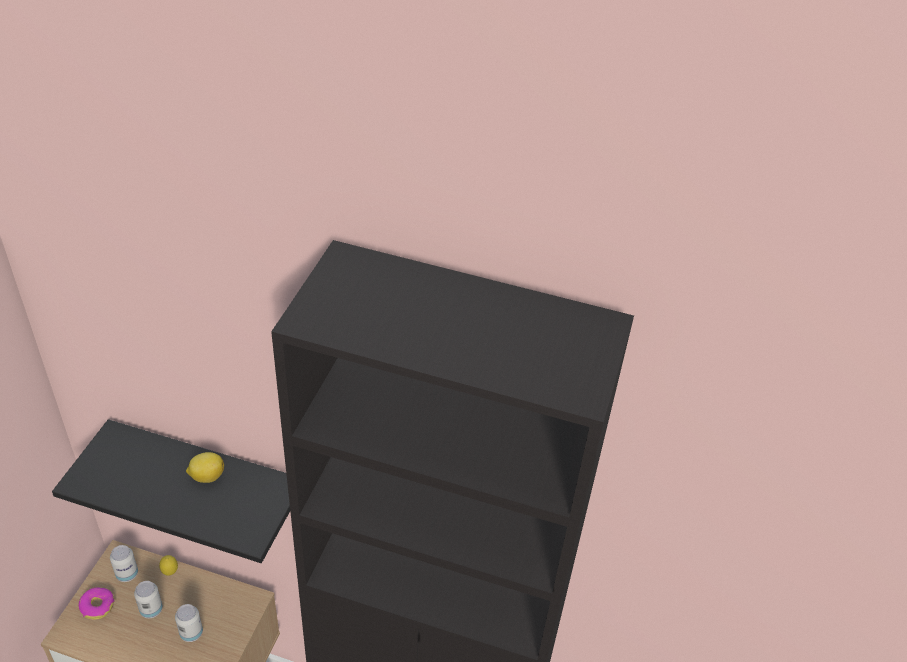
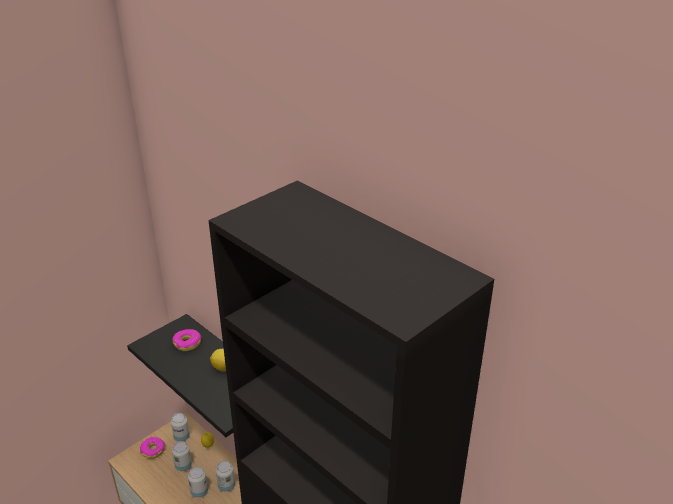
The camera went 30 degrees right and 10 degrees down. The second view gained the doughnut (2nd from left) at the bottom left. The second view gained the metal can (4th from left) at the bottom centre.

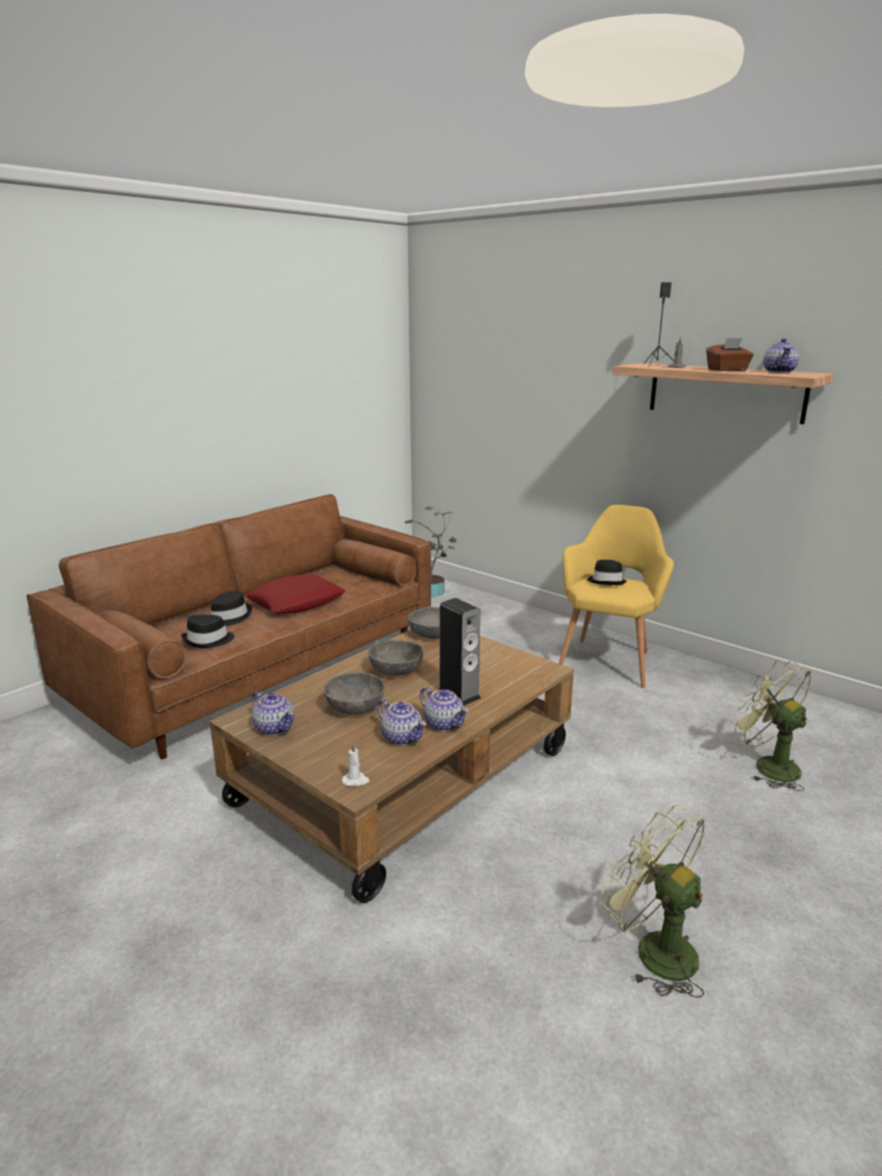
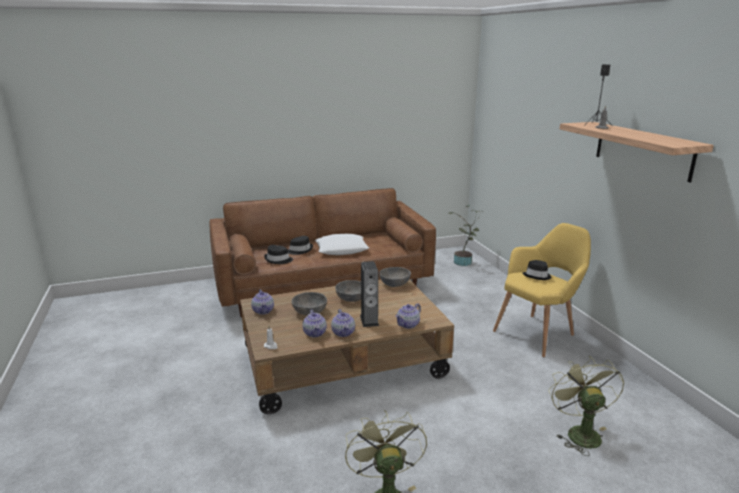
The camera went 30 degrees right and 0 degrees up. The second view lost the brownish box of tissues at the top right. The teapot (4th from left) ended up elsewhere, having gone from the top right to the centre. What was the red-coloured cushion at the centre turned into the white cushion at the centre.

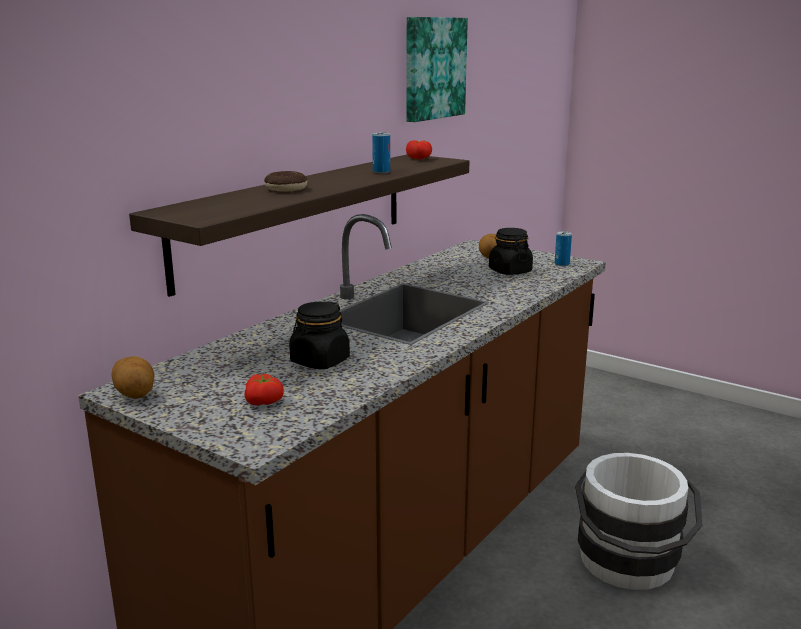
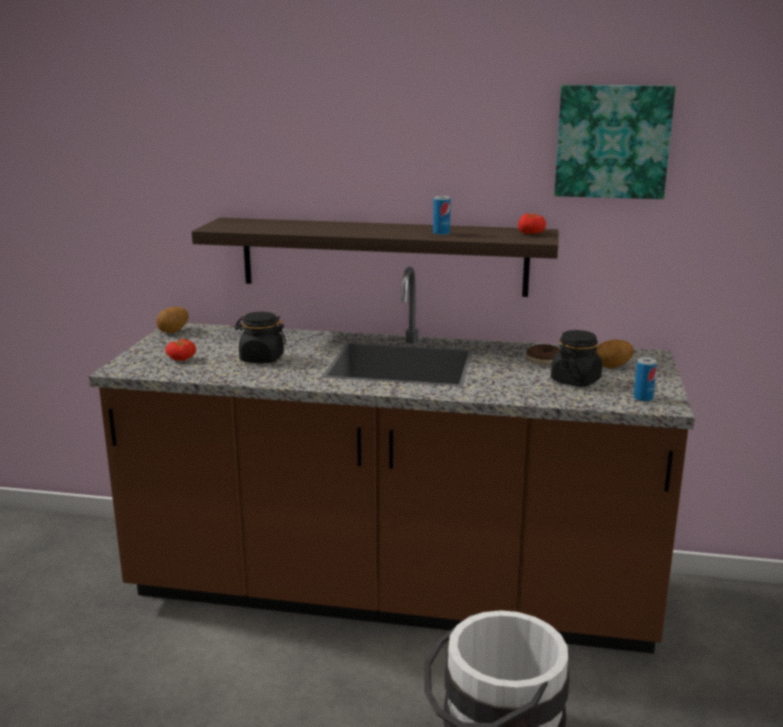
The camera went 65 degrees right and 0 degrees up. The doughnut ended up elsewhere, having gone from the top centre to the middle right.

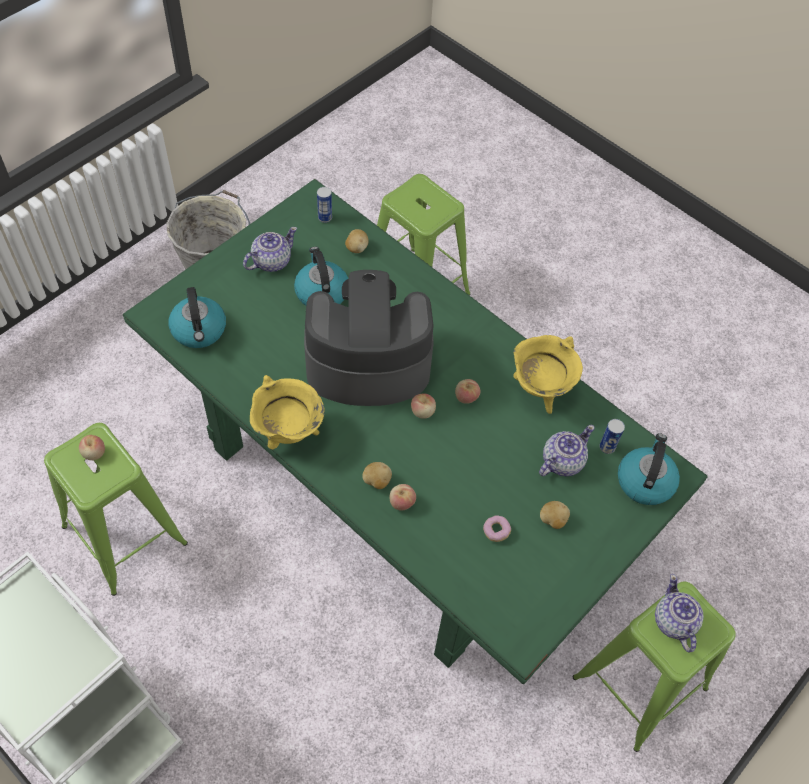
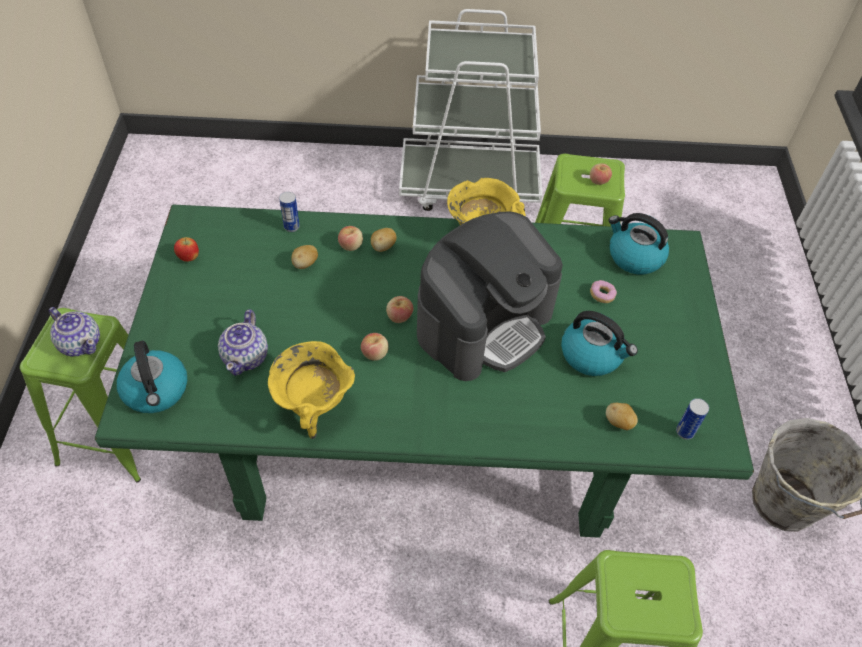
The camera went 140 degrees right and 5 degrees down. The second view lost the teapot (1st from left) at the top centre. The second view gained the apple (1st from left) at the middle left. The doughnut ended up elsewhere, having gone from the bottom centre to the middle right. The spud (3rd from left in the first image) ended up elsewhere, having gone from the middle right to the centre. The metal can (2nd from left in the first image) ended up elsewhere, having gone from the middle right to the top centre.

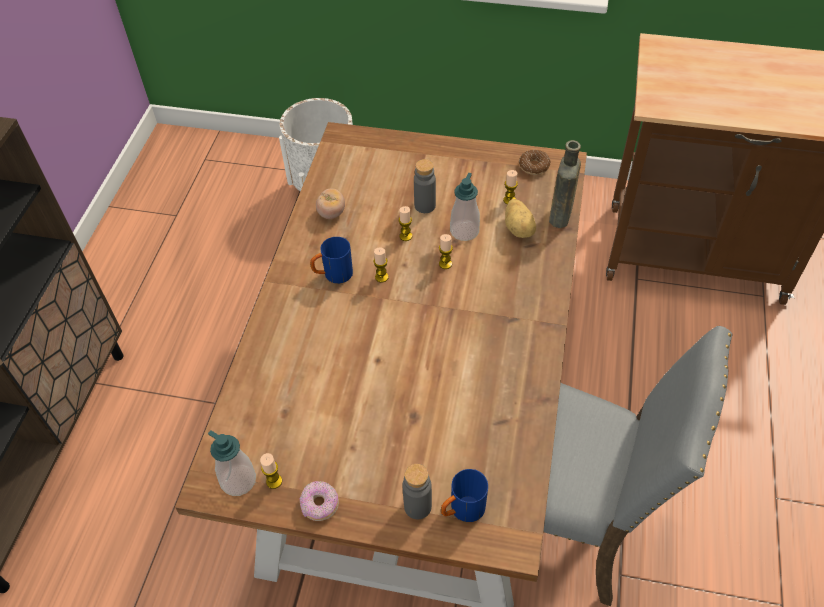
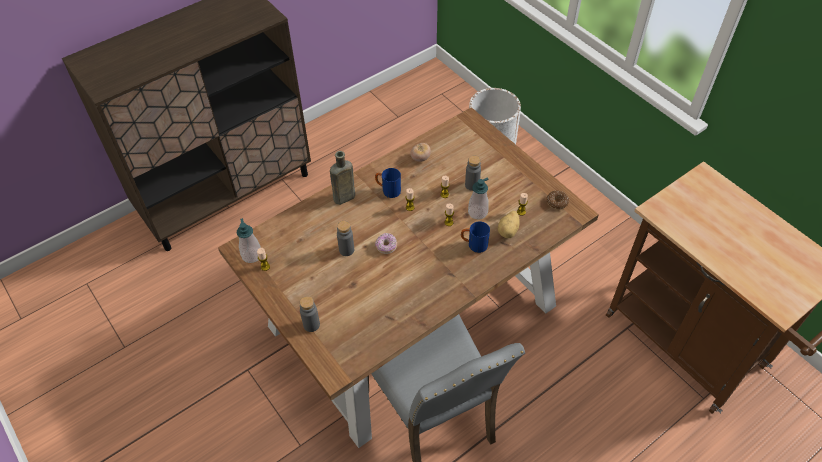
The camera went 40 degrees right and 0 degrees up. The second view gained the gray beverage bottle (2nd from left) at the centre. The doughnut (1st from left) ended up elsewhere, having gone from the bottom centre to the centre. The blue-coloured mug (2nd from left) ended up elsewhere, having gone from the bottom centre to the centre. The brownish beverage bottle ended up elsewhere, having gone from the top right to the centre.

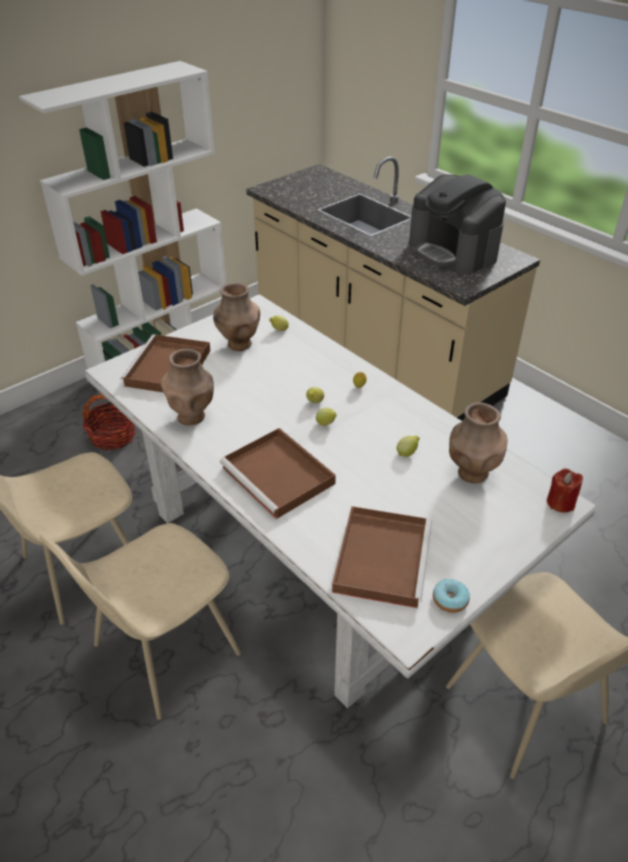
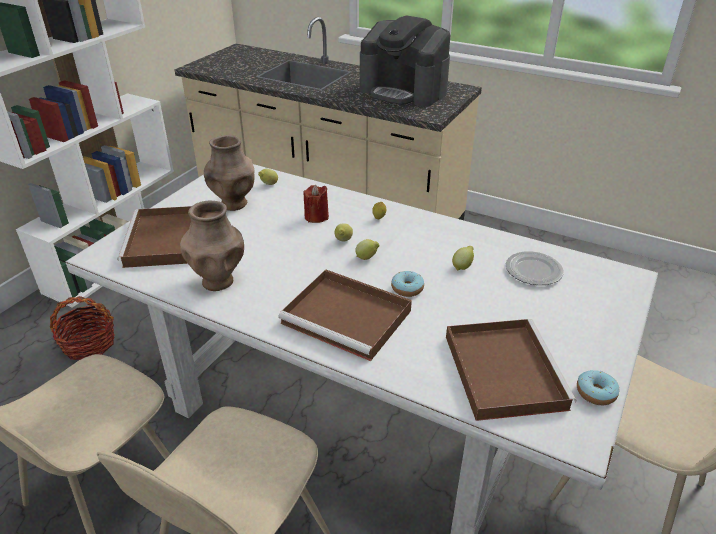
The camera went 20 degrees left and 5 degrees down. The second view gained the doughnut (1st from left) at the centre. The red-coloured wax light ended up elsewhere, having gone from the middle right to the centre. Where the brownish vase (3rd from left) stood at the middle right, the dinner plate came to stand at the middle right.

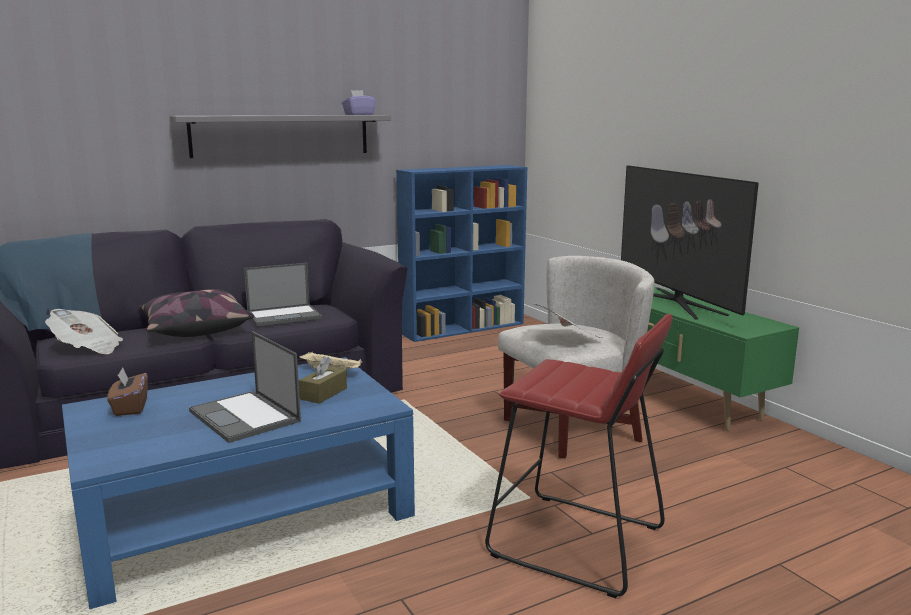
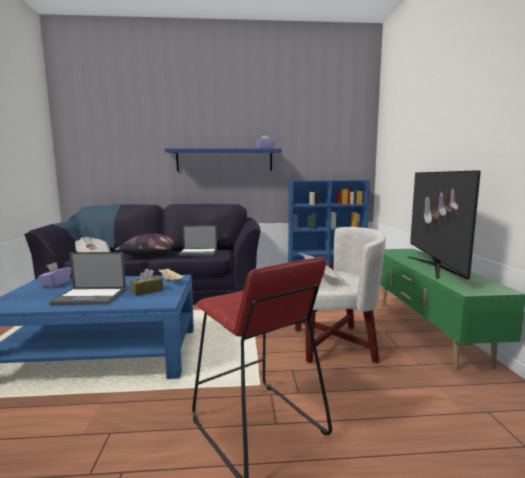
The camera went 25 degrees right and 5 degrees down. What was the brownish box of tissues (1st from left) at the middle left turned into the purple-coloured box of tissues (1st from left) at the middle left. What was the gray wall shelf at the top left turned into the blue-coloured wall shelf at the centre. The portable computer (1st from left) at the middle left ended up facing another way, 75 degrees counterclockwise from before.

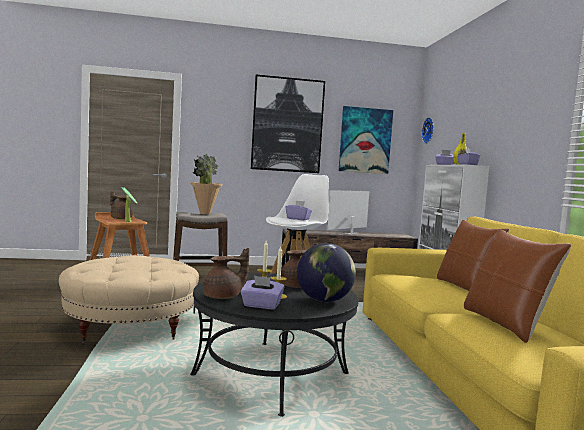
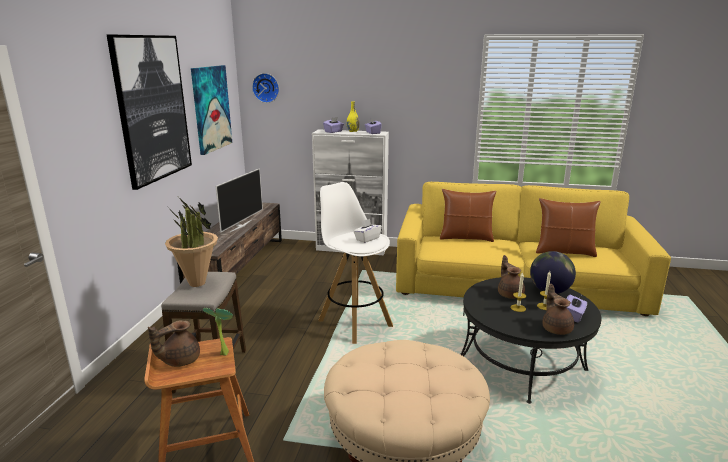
The camera went 70 degrees left and 15 degrees up. What was the purple-coloured box of tissues (2nd from left) at the centre turned into the white box of tissues at the centre. The TV set at the centre ended up facing another way, 135 degrees counterclockwise from before.

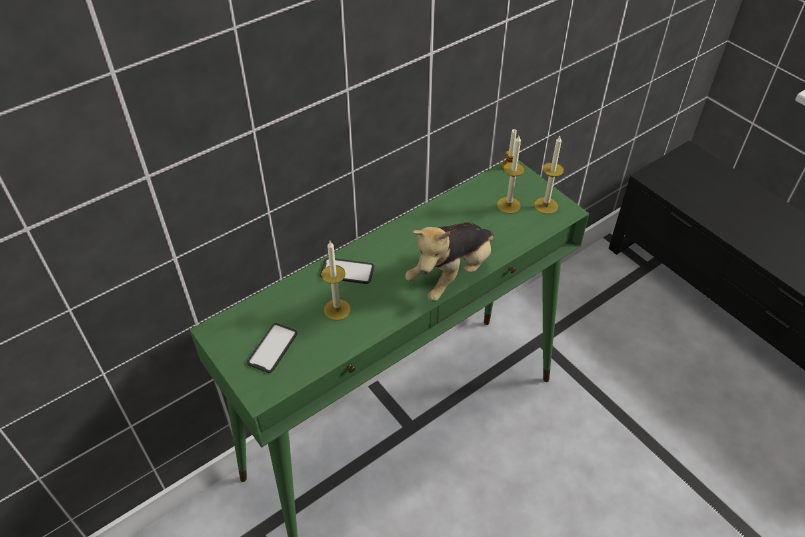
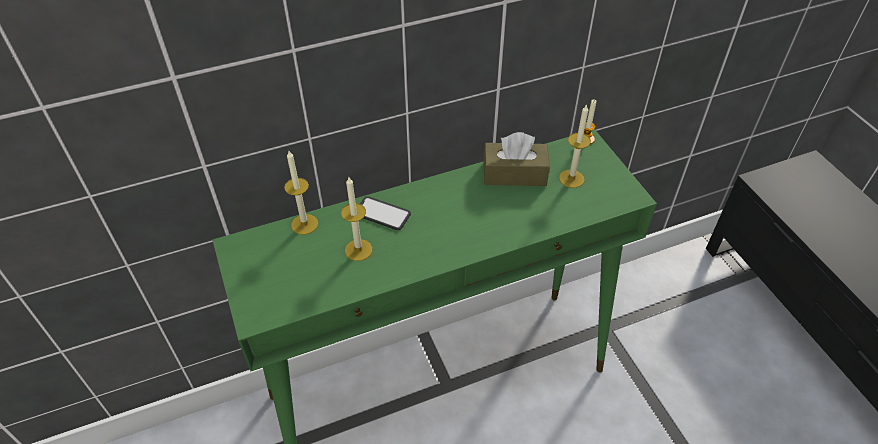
The camera went 15 degrees right and 0 degrees up. The second view lost the handset (1st from left) at the centre. The second view lost the cuddly toy at the centre. The second view gained the brownish box of tissues at the centre. The wax light (4th from left in the first image) ended up elsewhere, having gone from the top right to the centre.

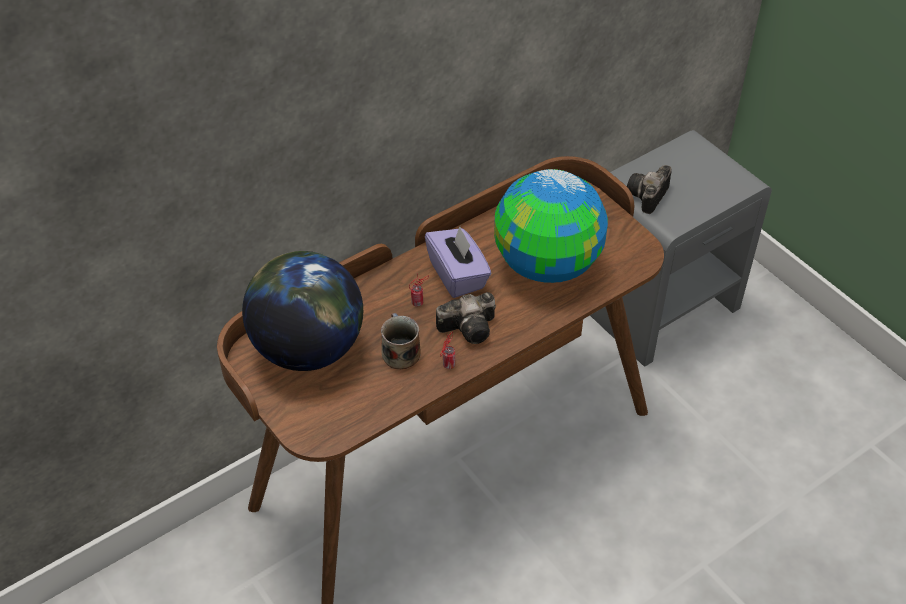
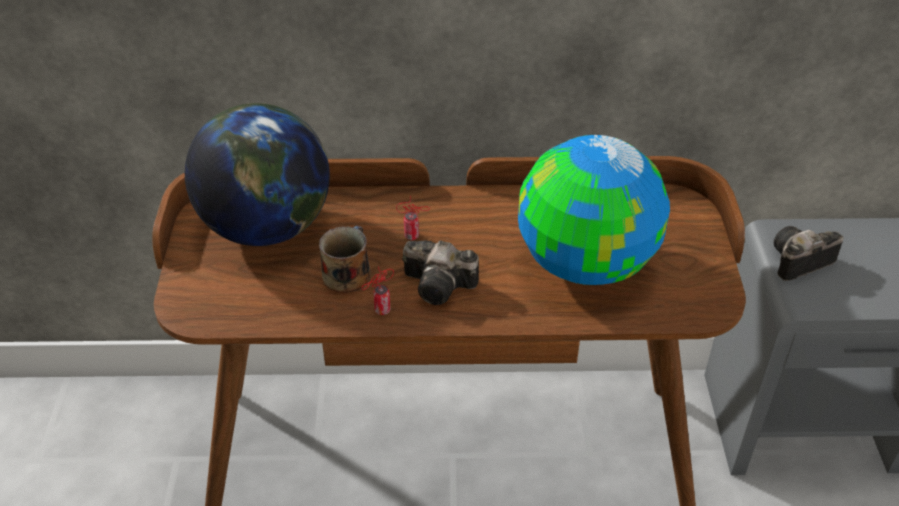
The camera went 35 degrees right and 5 degrees down. The second view lost the purple-coloured box of tissues at the centre.

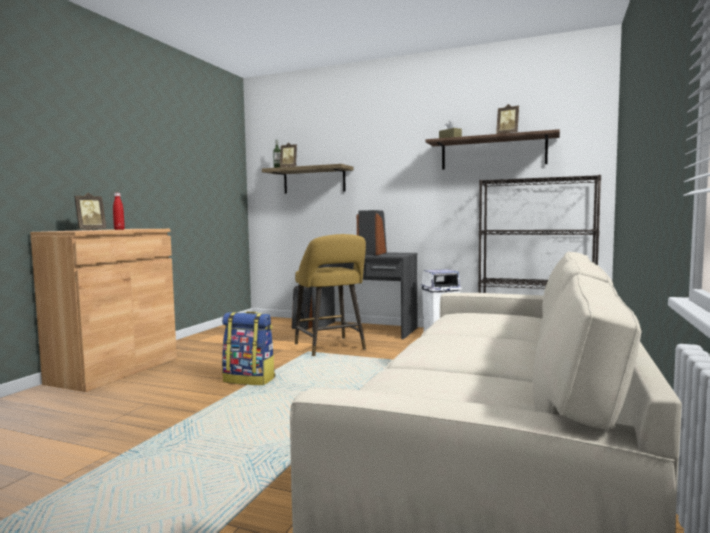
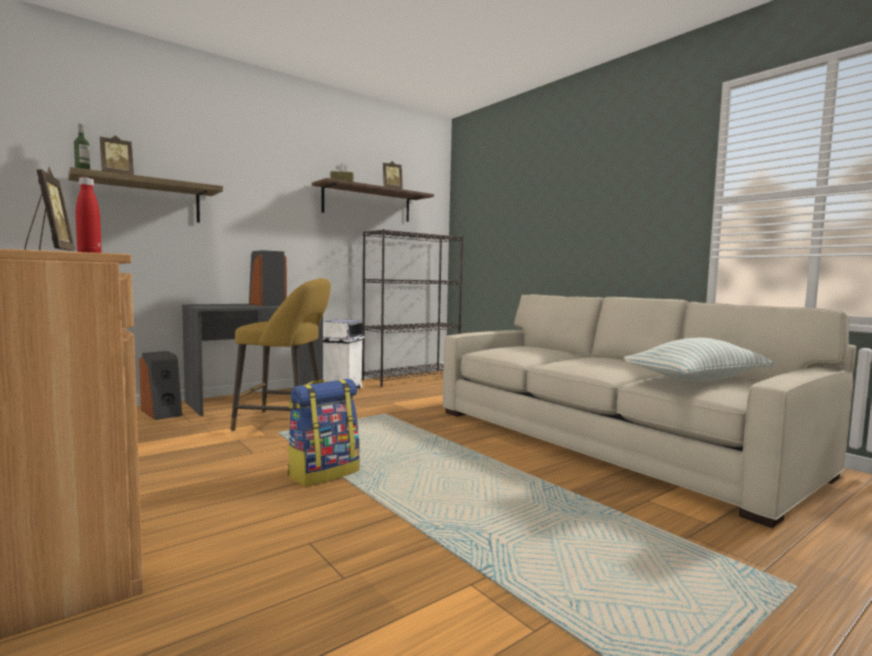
The camera went 60 degrees left and 0 degrees up. The second view gained the cushion at the middle right.

